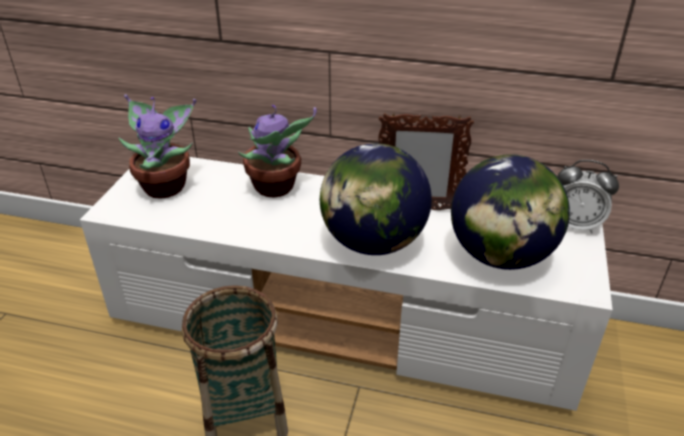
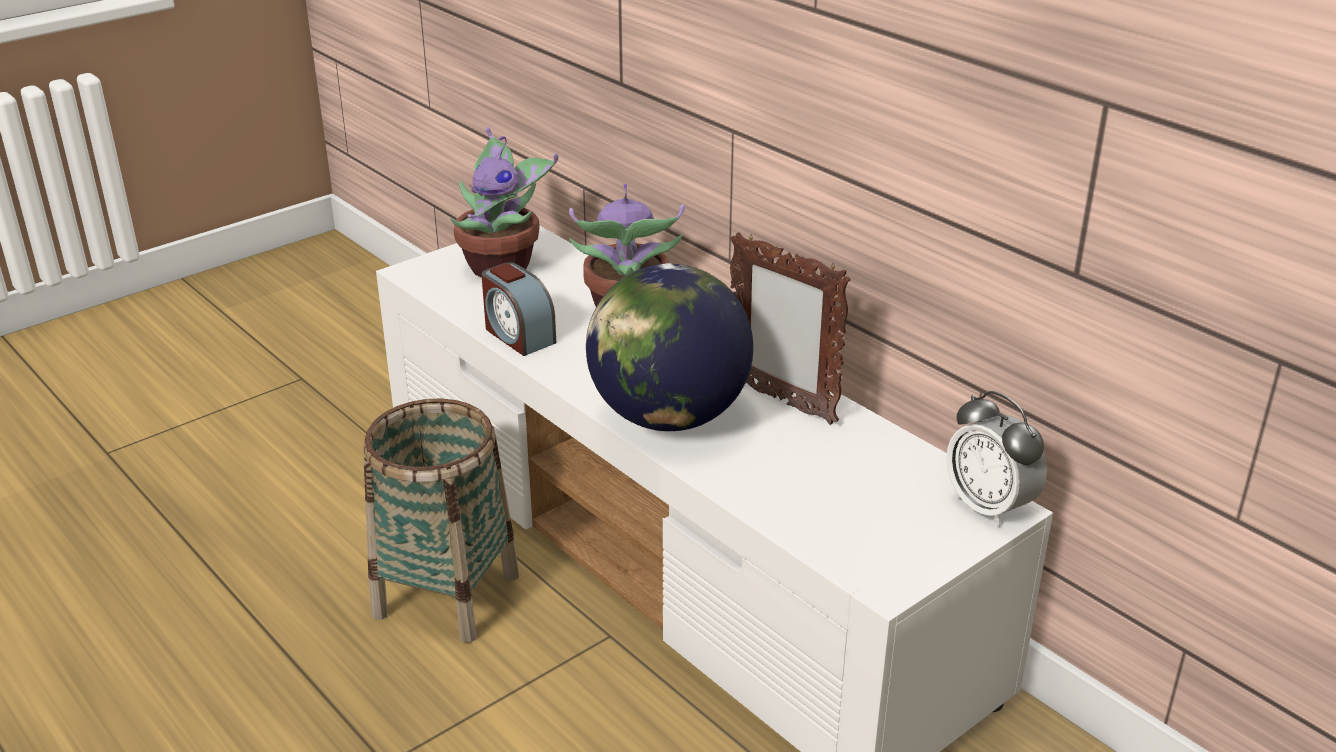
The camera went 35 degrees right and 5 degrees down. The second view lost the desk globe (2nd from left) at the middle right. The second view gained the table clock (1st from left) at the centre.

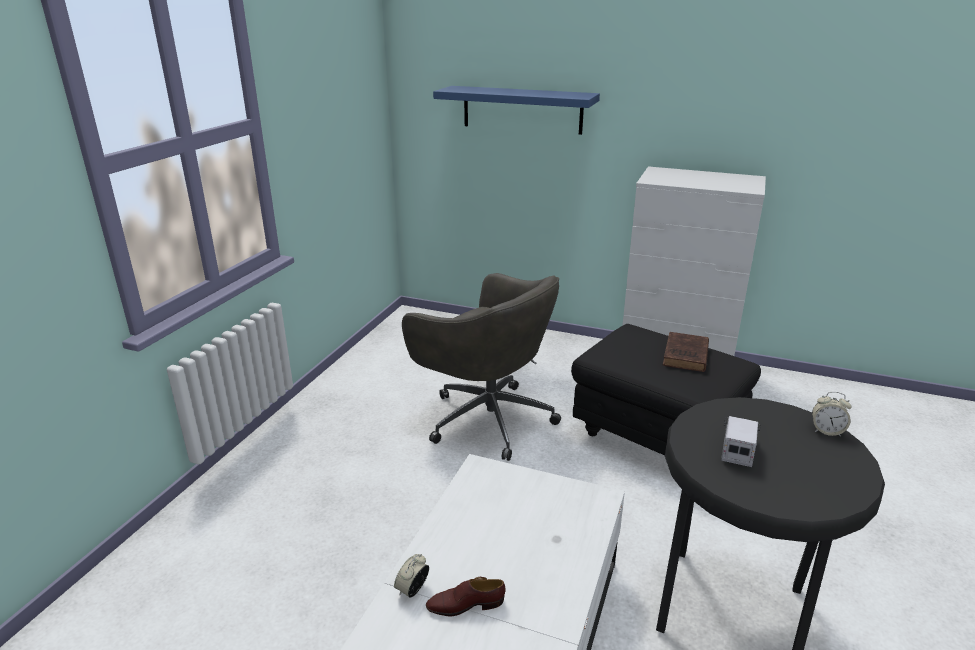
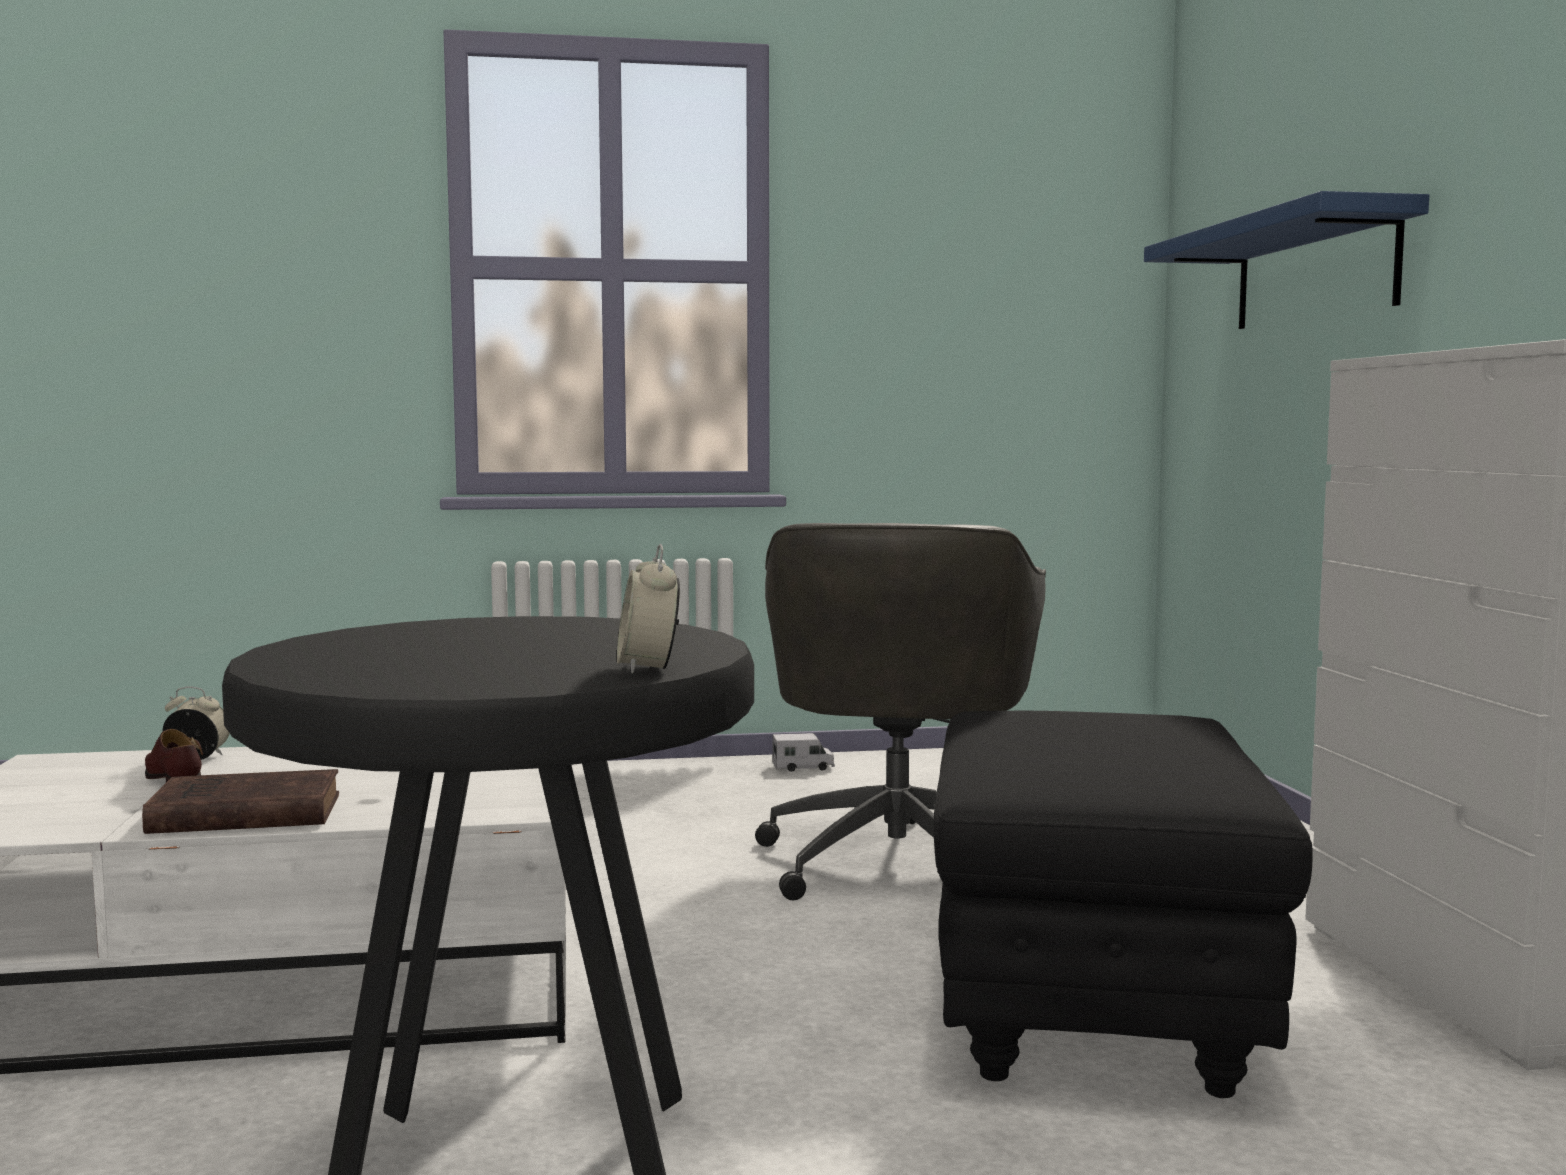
The camera went 60 degrees right and 20 degrees down. The brownish bound book ended up elsewhere, having gone from the middle right to the bottom left. The toy truck ended up elsewhere, having gone from the bottom right to the centre.

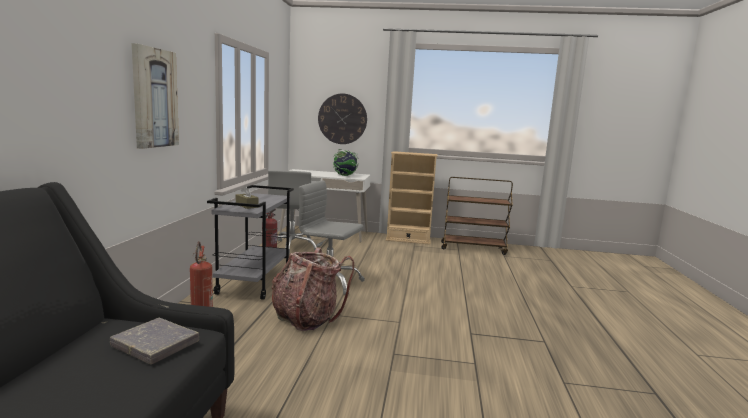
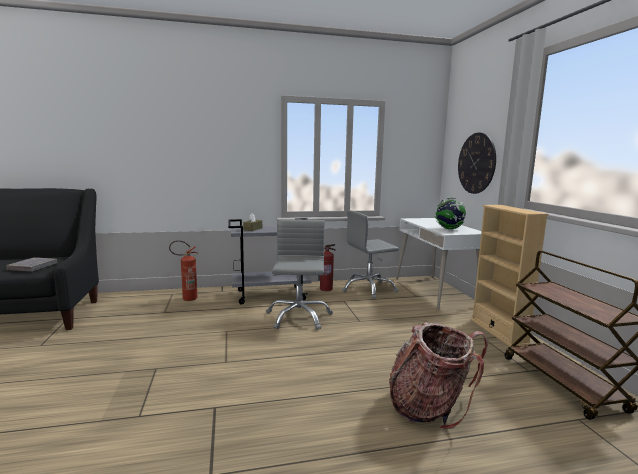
The camera went 70 degrees right and 0 degrees up. The second view lost the wall picture at the top left. The rucksack ended up elsewhere, having gone from the bottom centre to the bottom right.

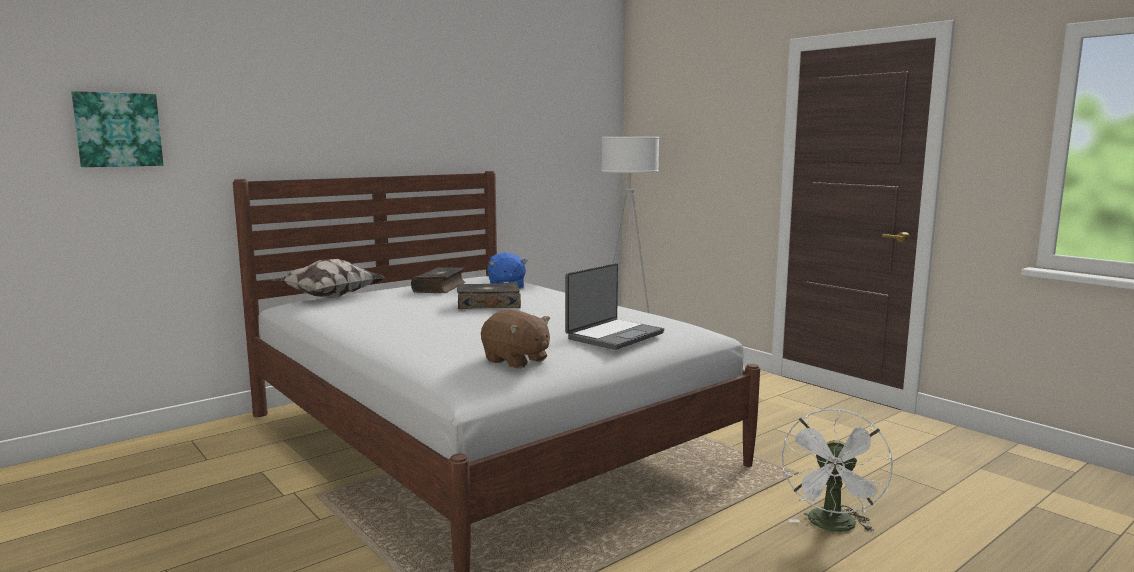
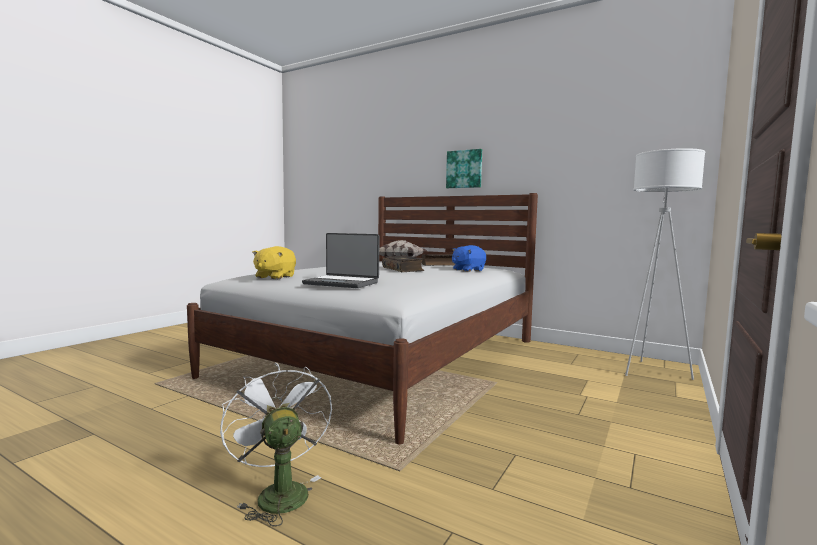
The camera went 70 degrees right and 5 degrees down. The wall picture ended up elsewhere, having gone from the top left to the top centre. What was the brownish cuddly toy at the centre turned into the yellowish cuddly toy at the centre. The white fan at the bottom right ended up facing another way, 60 degrees clockwise from before.

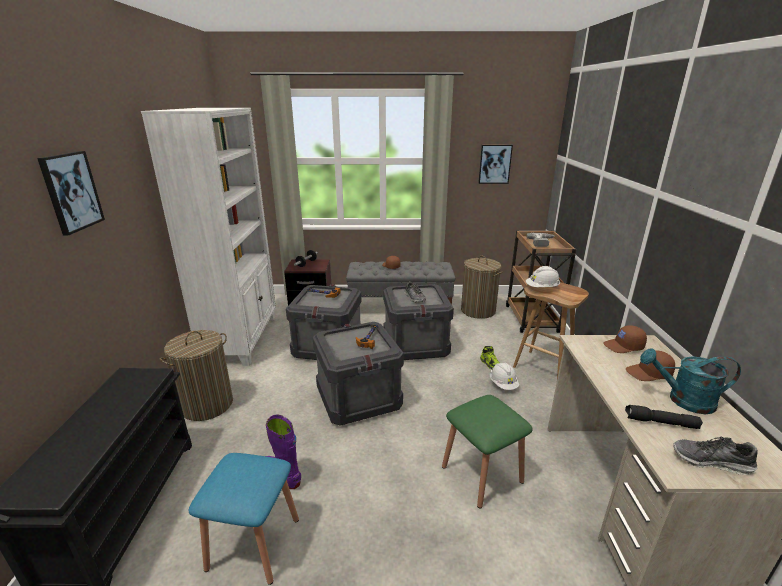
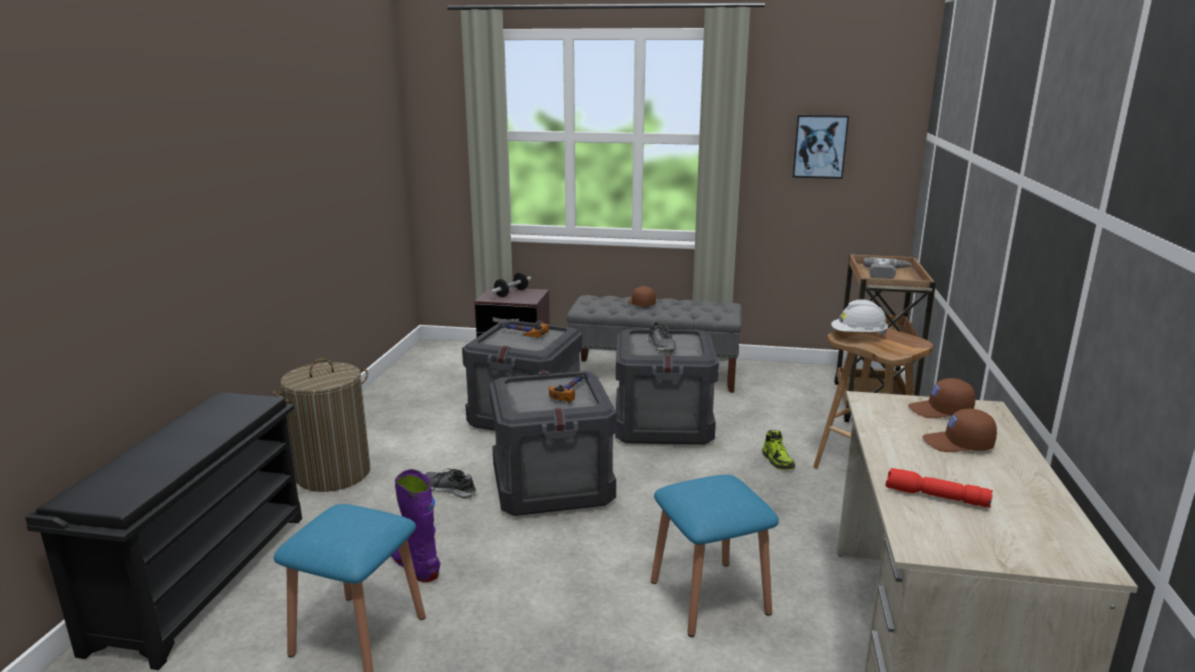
The camera went 10 degrees right and 5 degrees down. The second view lost the wall picture (1st from left) at the top left. The second view lost the white shelving unit at the middle left. The second view lost the hamper (2nd from left) at the centre. The second view lost the white safety helmet (1st from left) at the centre. The second view lost the turquoise watering pot at the middle right. The low shoe (3rd from left in the first image) ended up elsewhere, having gone from the bottom right to the bottom centre. What was the greenish stool seat at the bottom centre turned into the blue-coloured stool seat (2nd from left) at the bottom centre. What was the black hand torch at the bottom right turned into the red-coloured hand torch at the bottom right.

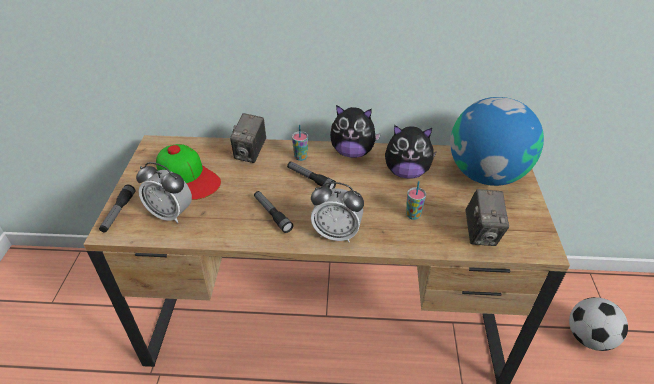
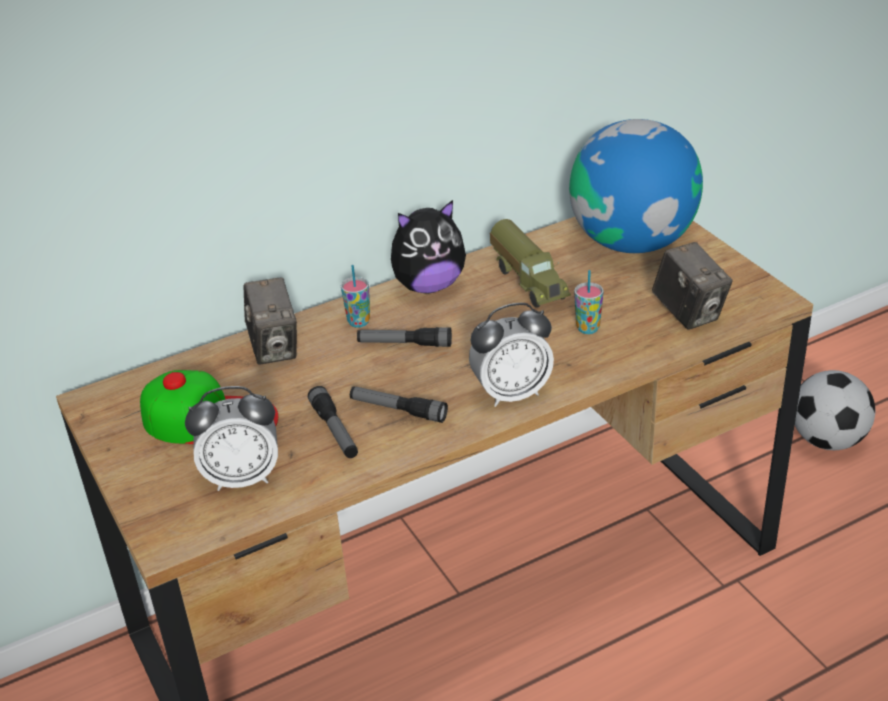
The camera went 30 degrees left and 5 degrees down. The hand torch (1st from left) ended up elsewhere, having gone from the middle left to the centre. Where the cuddly toy (2nd from left) stood at the centre, the toy truck came to stand at the centre.

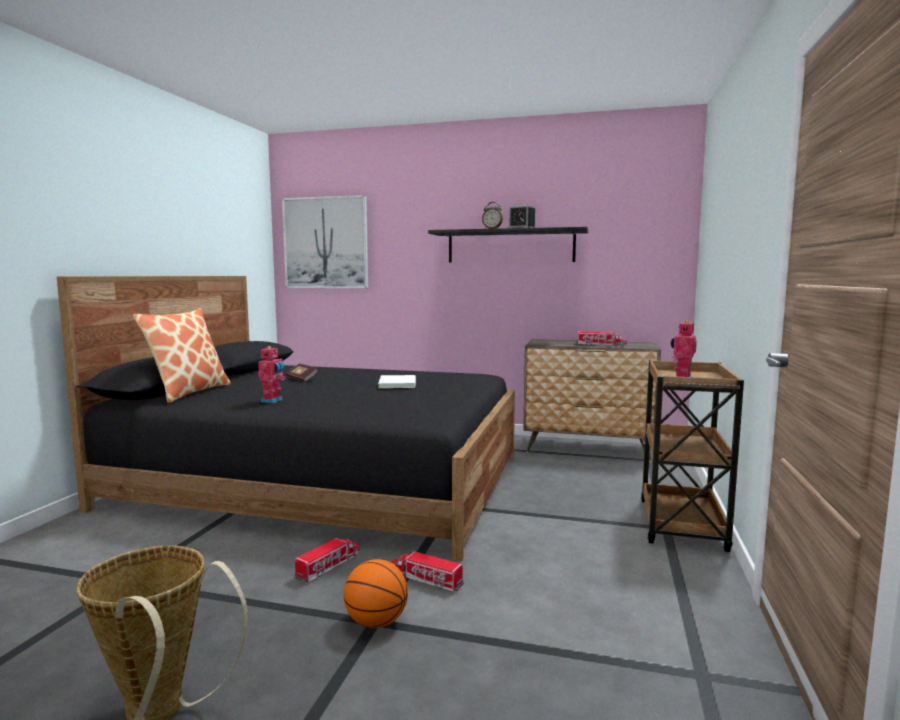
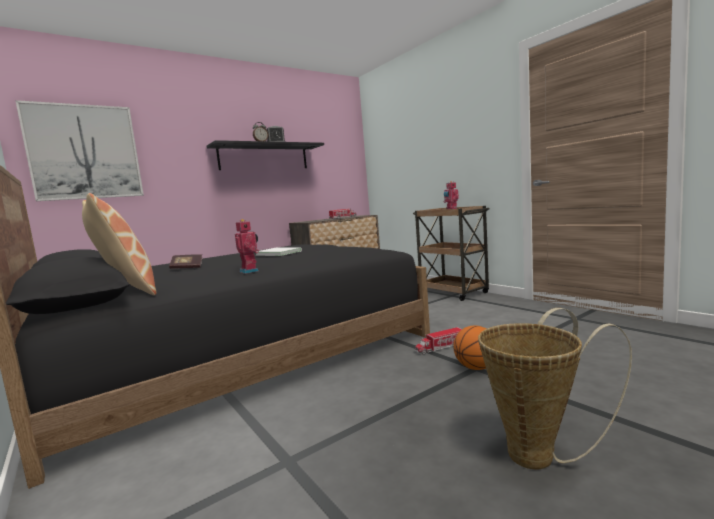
The camera went 50 degrees left and 0 degrees up. The second view lost the toy truck (1st from left) at the bottom centre.

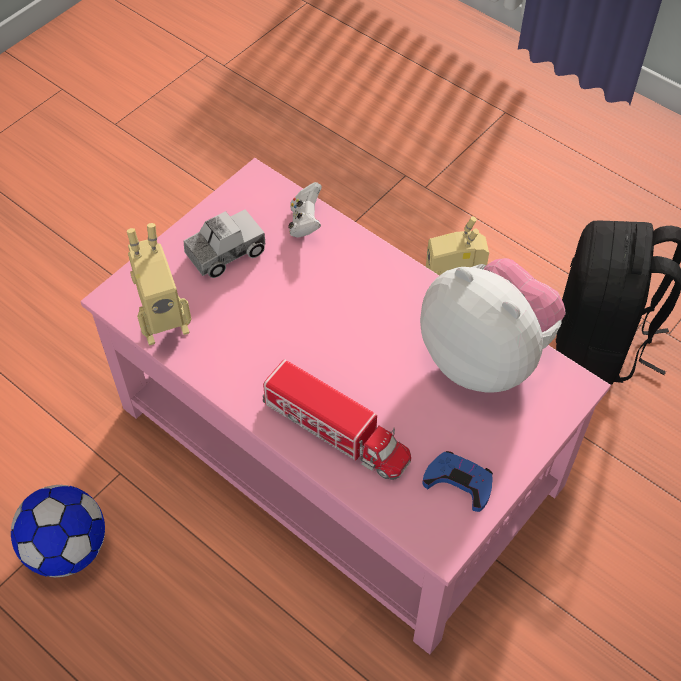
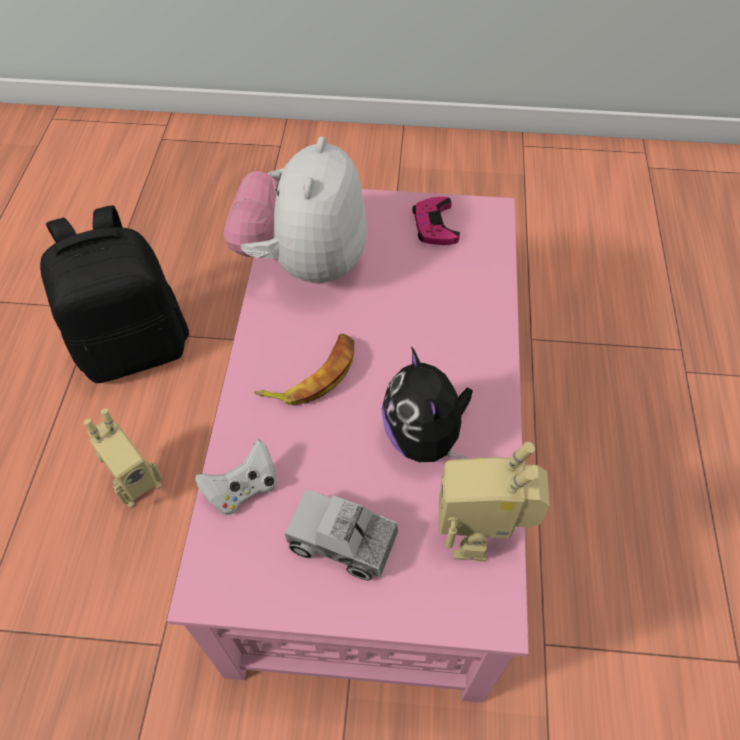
The camera went 125 degrees left and 0 degrees up. The second view lost the football at the bottom left. The second view lost the toy truck (2nd from left) at the centre. The second view gained the whole banana at the centre. The second view gained the cuddly toy (2nd from left) at the centre. What was the blue-coloured game controller at the bottom right turned into the pink-coloured game controller at the top centre. The toy robot (1st from left in the first image) at the middle left ended up facing another way, 120 degrees counterclockwise from before.

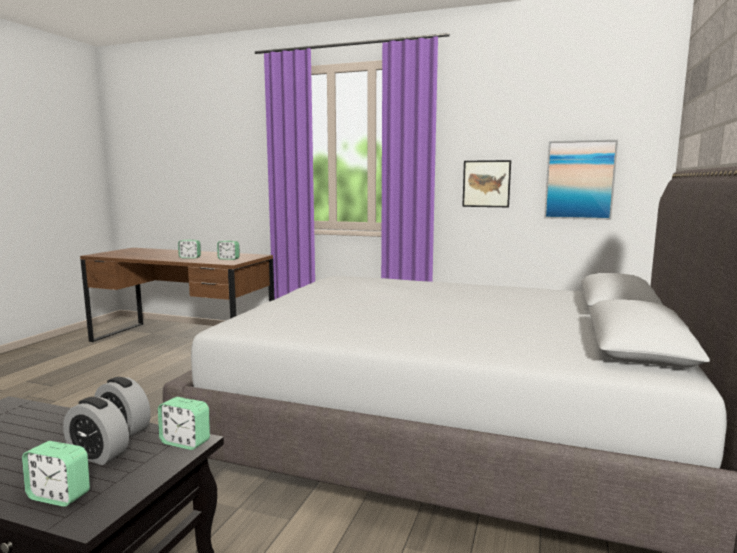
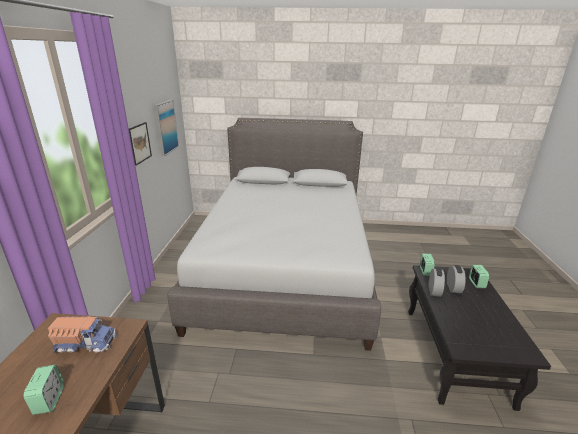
The camera went 105 degrees left and 15 degrees up. Where the table clock (6th from left) stood at the middle left, the toy truck came to stand at the bottom left.

